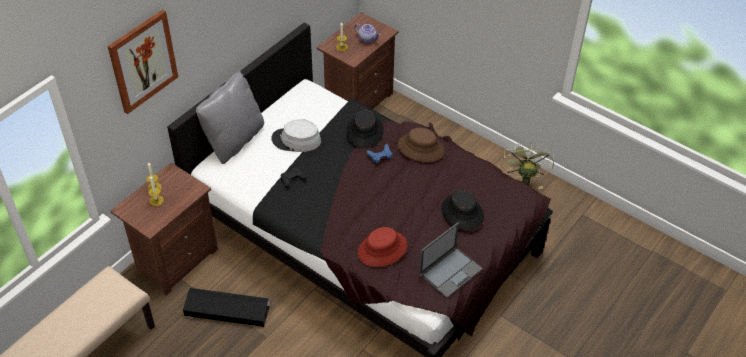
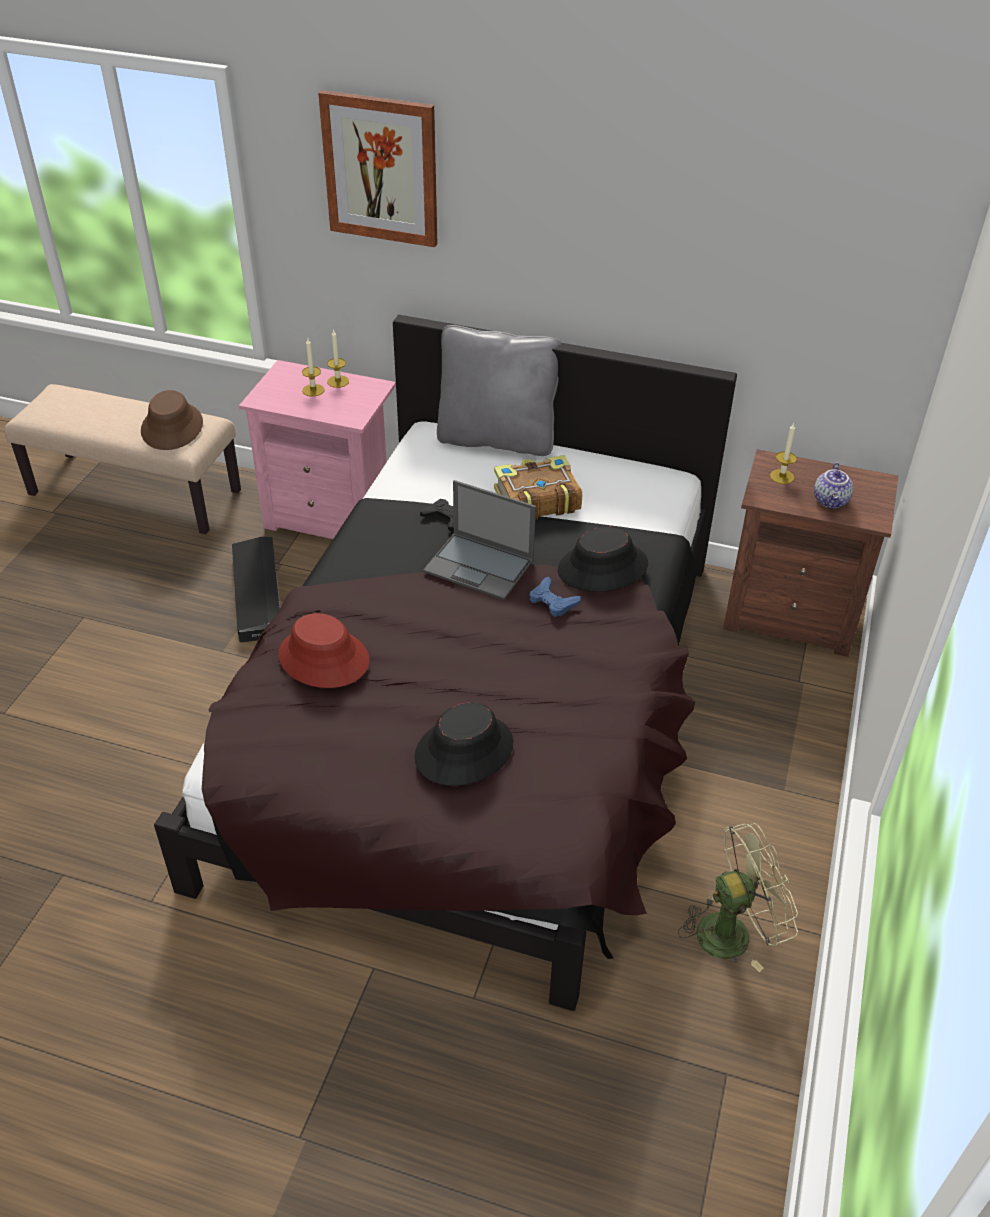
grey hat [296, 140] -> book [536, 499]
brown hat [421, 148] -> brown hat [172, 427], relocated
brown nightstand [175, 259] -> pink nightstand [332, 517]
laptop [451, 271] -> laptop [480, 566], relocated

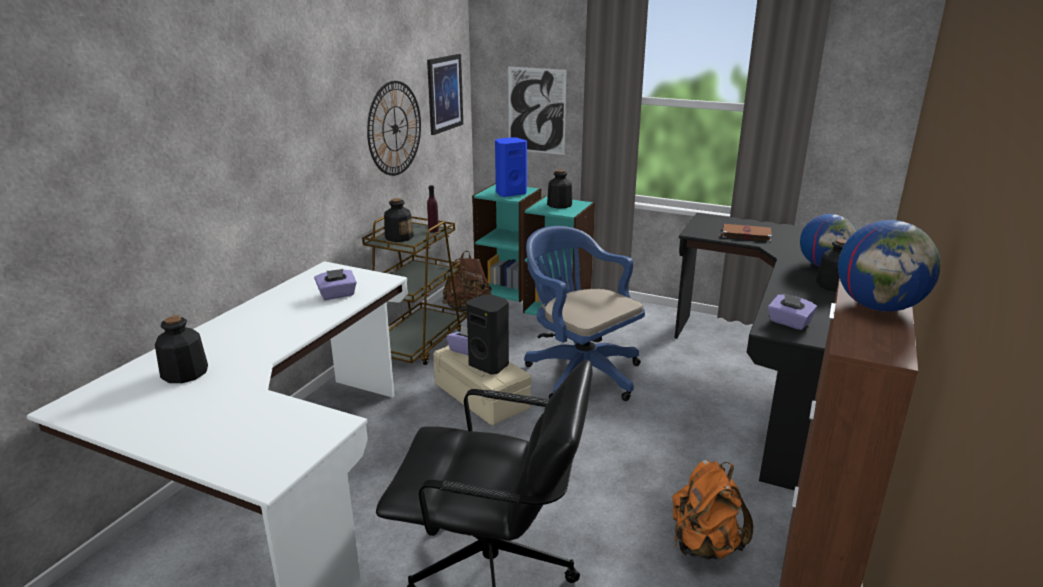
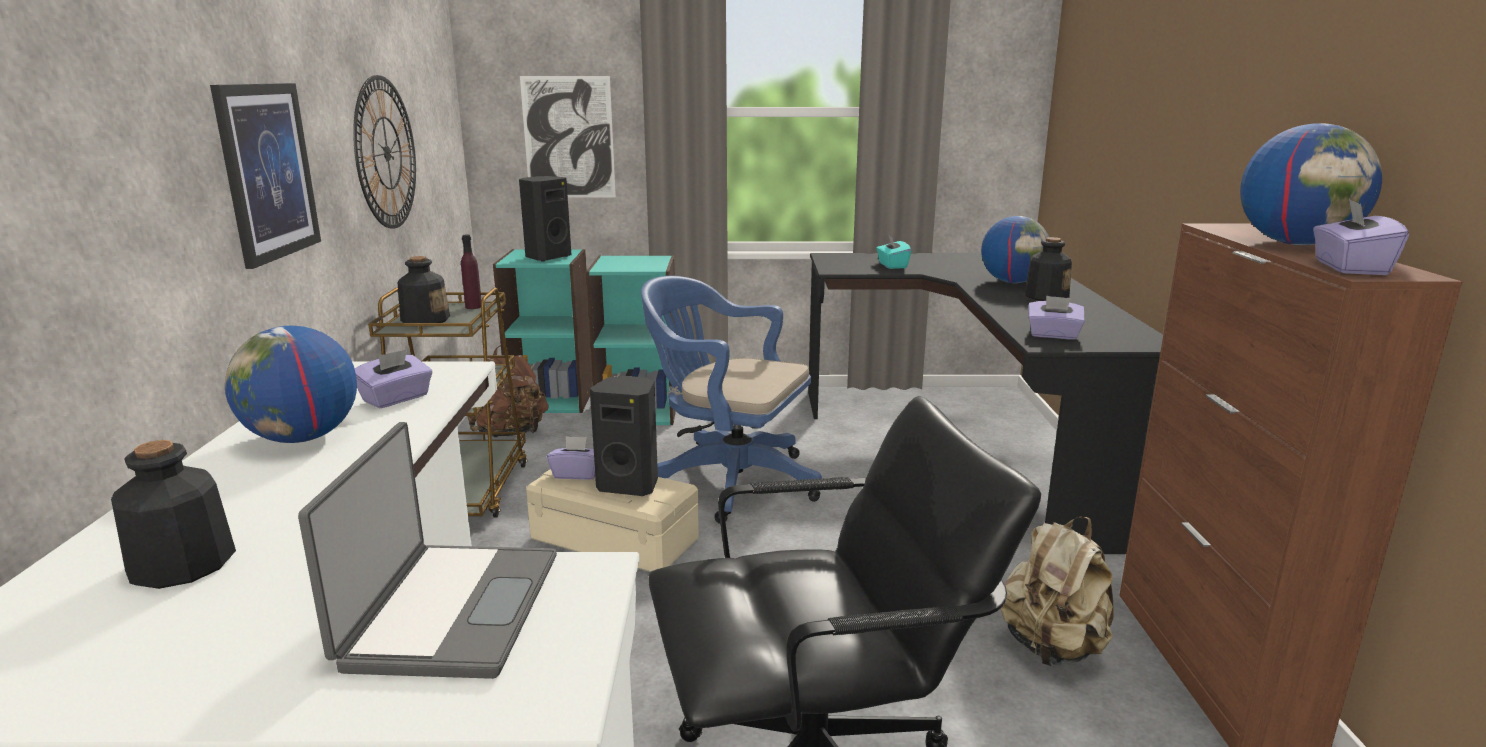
picture [444, 93] -> picture [267, 171], relocated
blue speaker [510, 193] -> black speaker [547, 257]
bottle [559, 205] -> none
brown book [745, 234] -> turquoise tissue box [892, 265]
orange backpack [704, 545] -> beige backpack [1052, 648]
none -> purple tissue box [1349, 268]
none -> globe [302, 438]
none -> laptop [449, 610]

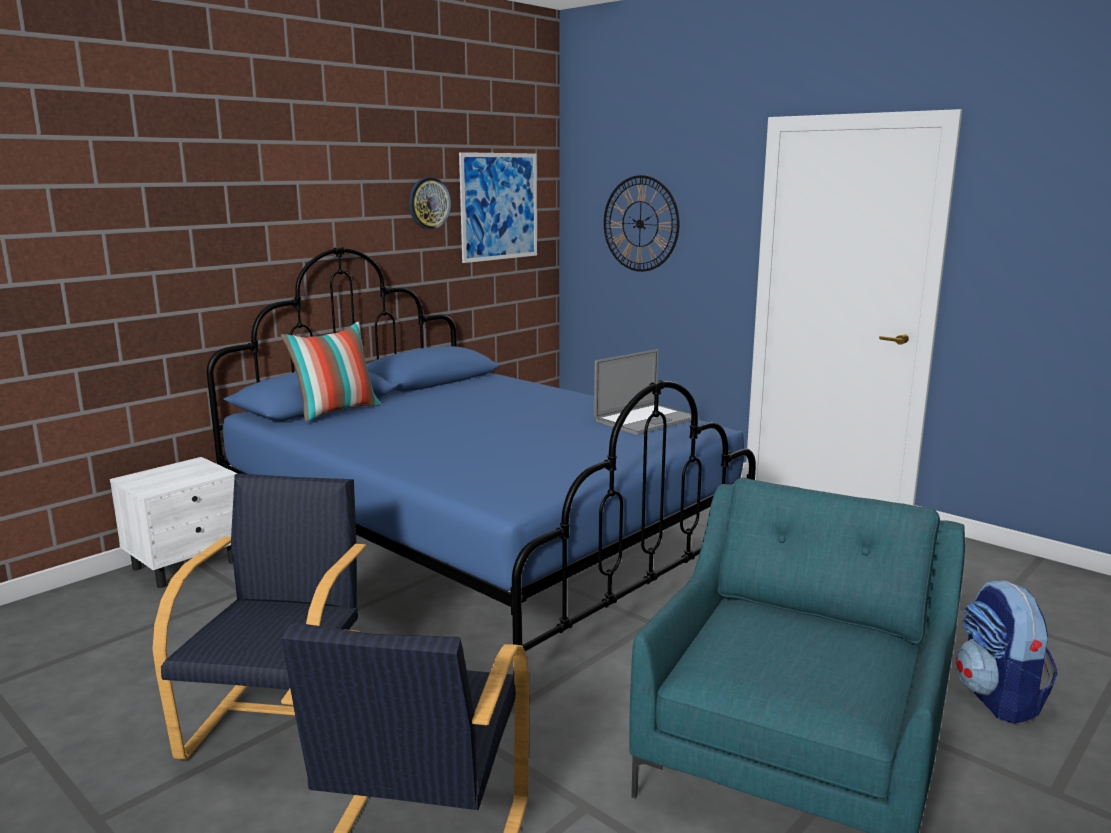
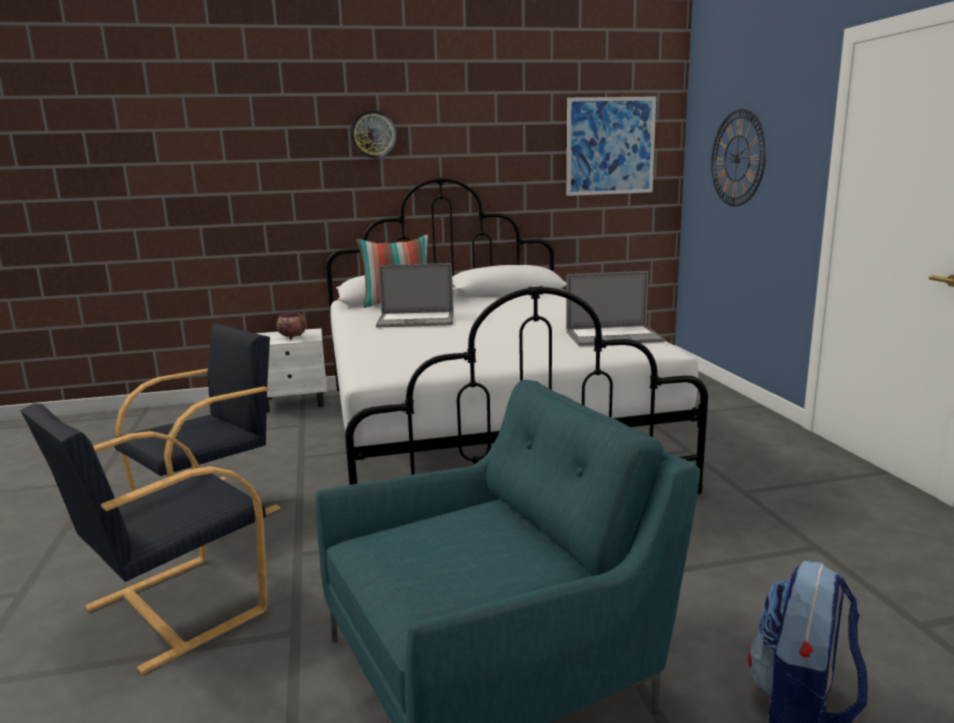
wall clock [429, 203] -> wall clock [373, 134], relocated
blue bed [480, 548] -> white bed [483, 432]
none -> laptop [416, 320]
none -> bowl [293, 337]

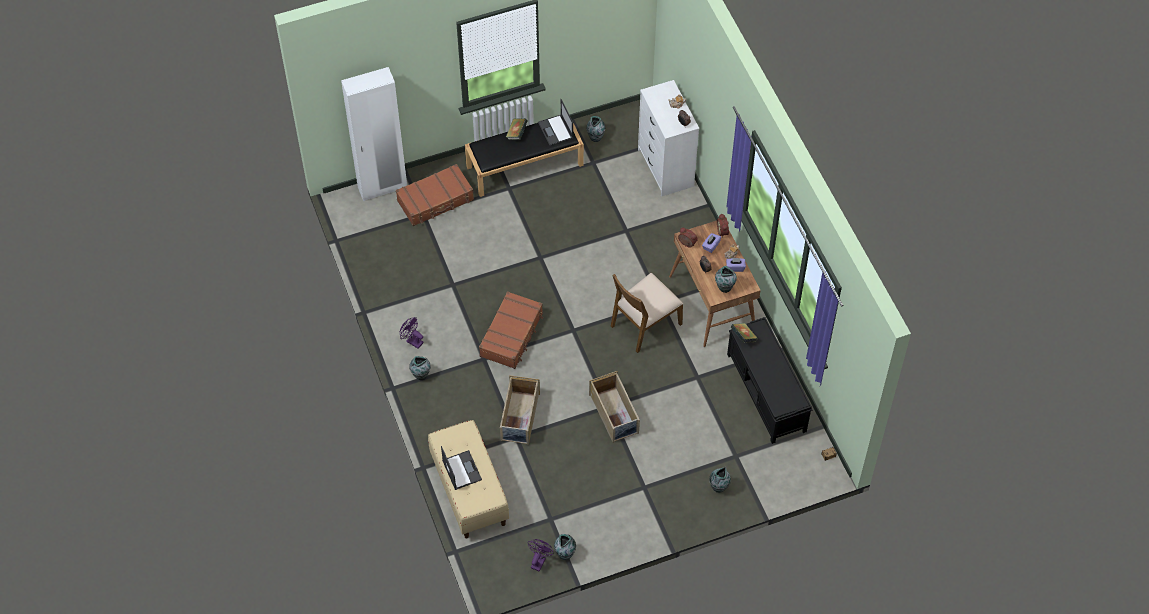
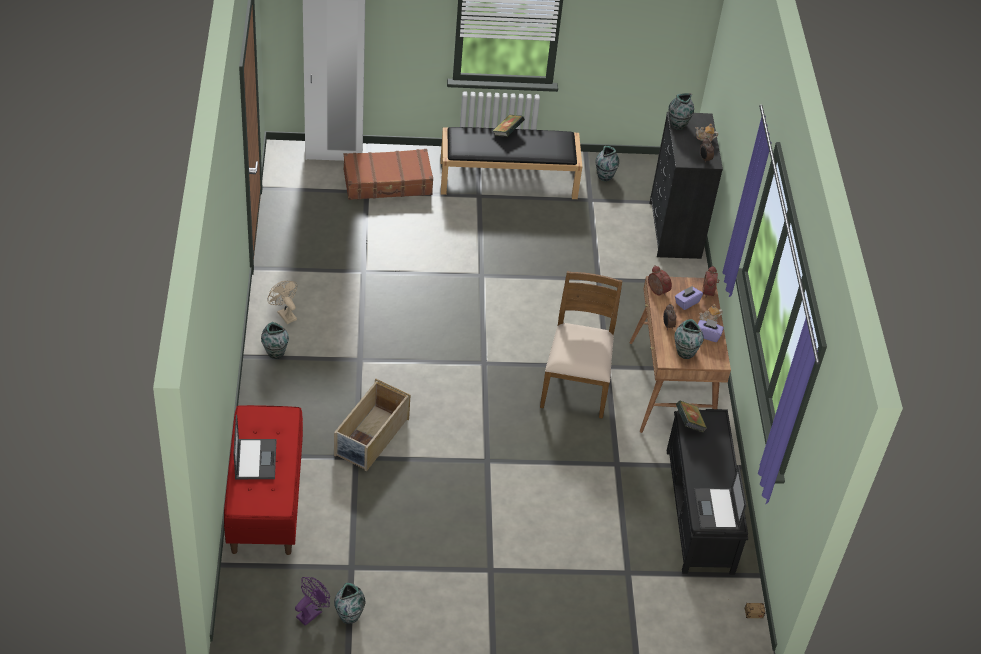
white dresser [665, 168] -> black dresser [674, 230]
laptop [556, 130] -> laptop [716, 510], relocated
brown chair [645, 324] -> brown chair [576, 384], 120 degrees clockwise
brown suitcase [512, 335] -> none
purple fan [412, 341] -> beige fan [284, 314]
beige storage box [614, 414] -> none
beige bench [469, 491] -> red bench [265, 499]
vase [718, 487] -> vase [677, 125], relocated

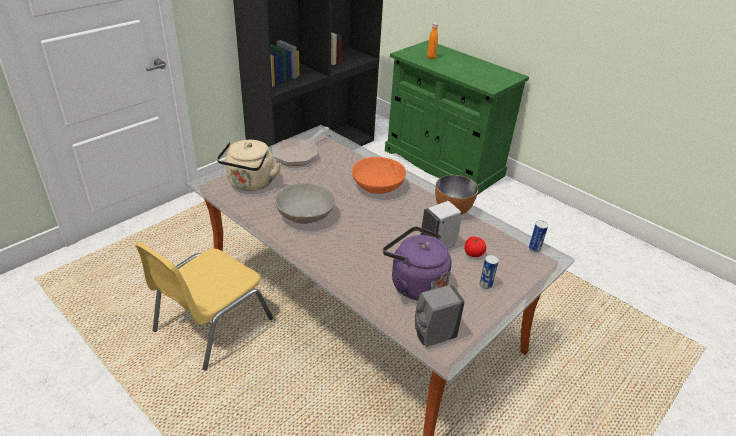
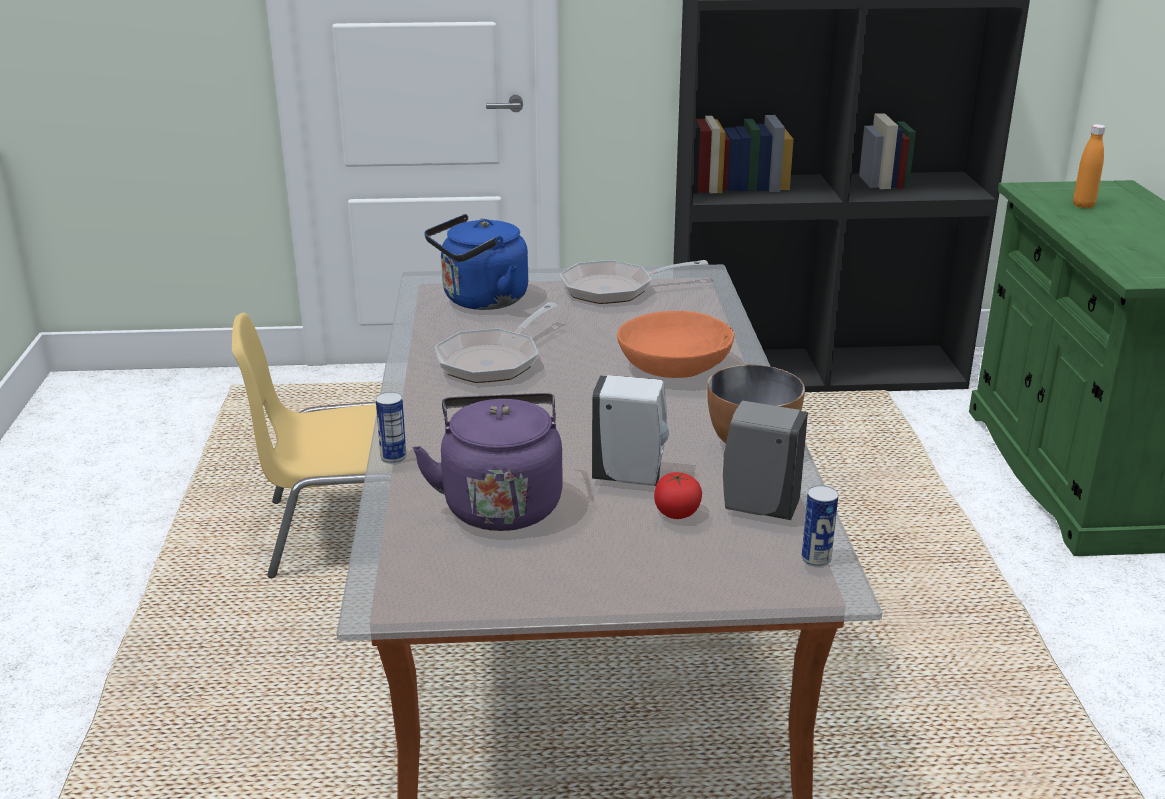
beige kettle [250, 184] -> blue kettle [480, 301]
grey bowl [305, 214] -> frying pan [493, 360]
can [485, 284] -> can [393, 457], relocated
grey soap dispenser [433, 336] -> grey soap dispenser [757, 508], relocated

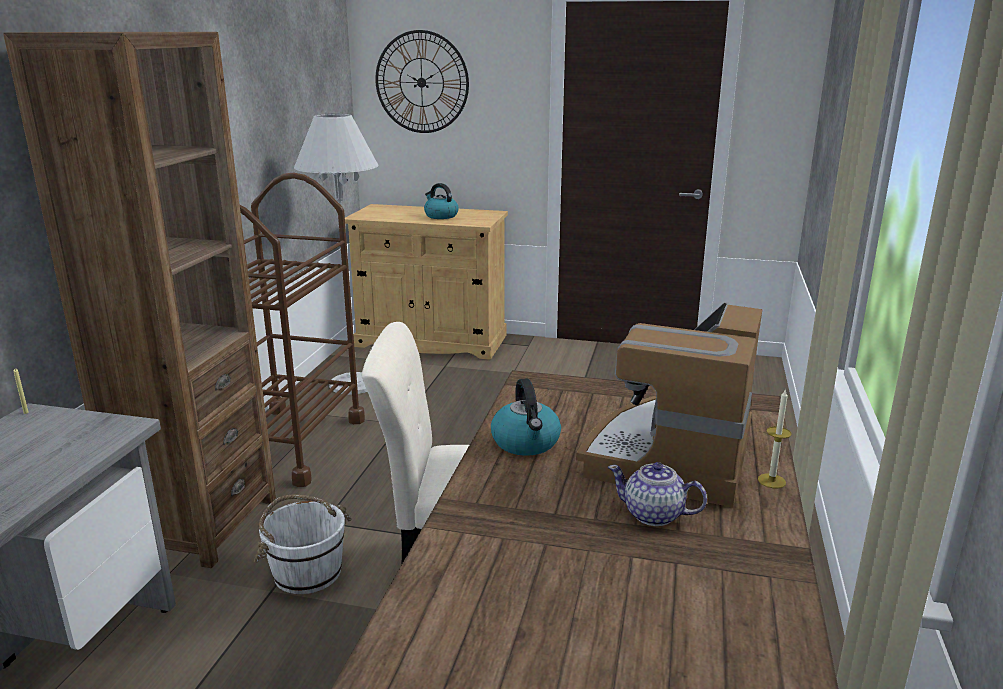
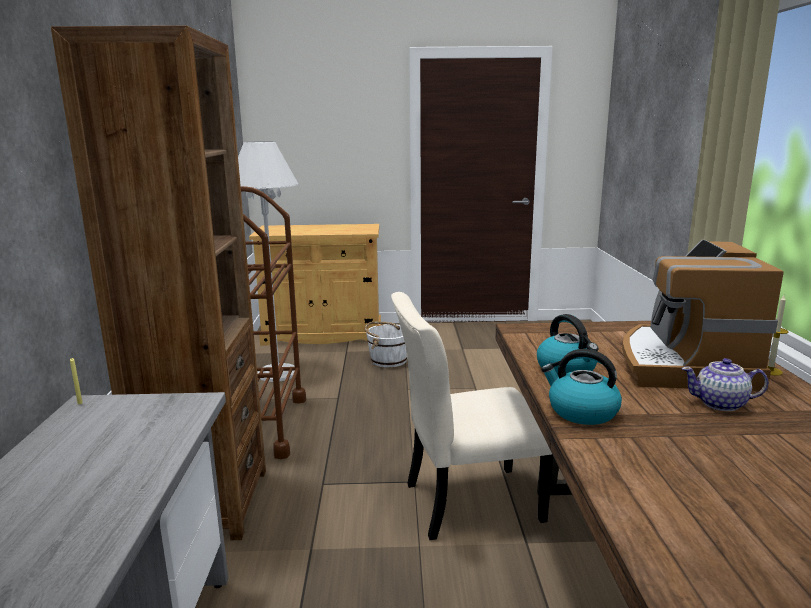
wall clock [421, 82] -> none
kettle [440, 216] -> kettle [581, 411], relocated
white bucket [307, 572] -> white bucket [388, 360], relocated

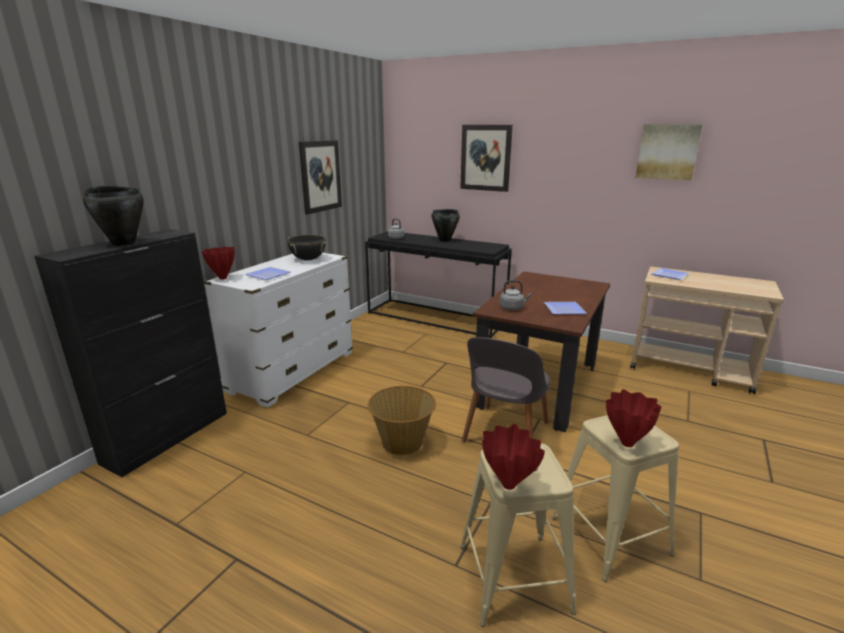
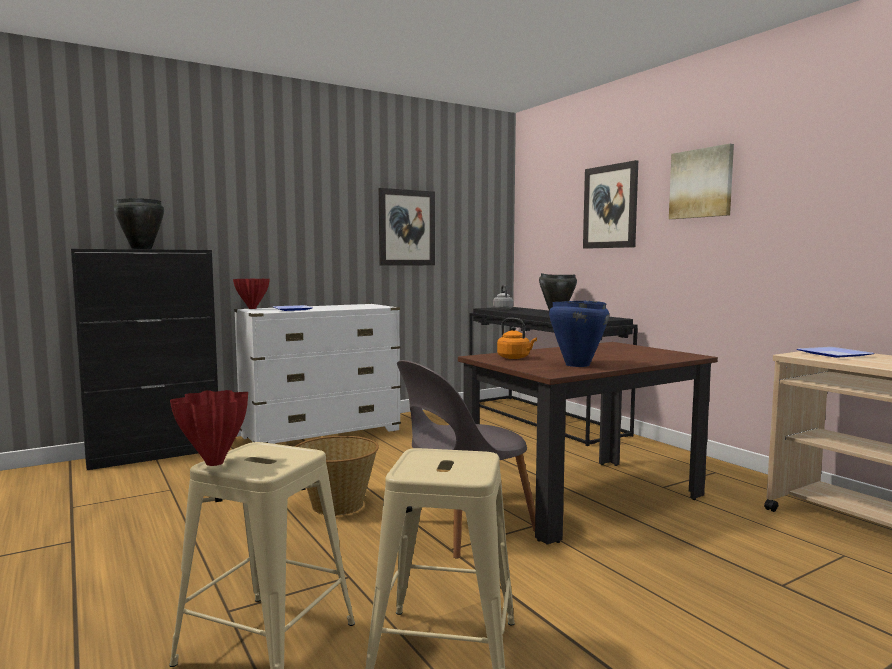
picture [667, 152] -> picture [701, 183], relocated
black cooking pot [308, 259] -> none
grey kettle [512, 308] -> orange kettle [515, 358]
plate [563, 310] -> blue cooking pot [577, 365]
red vase [626, 443] -> none

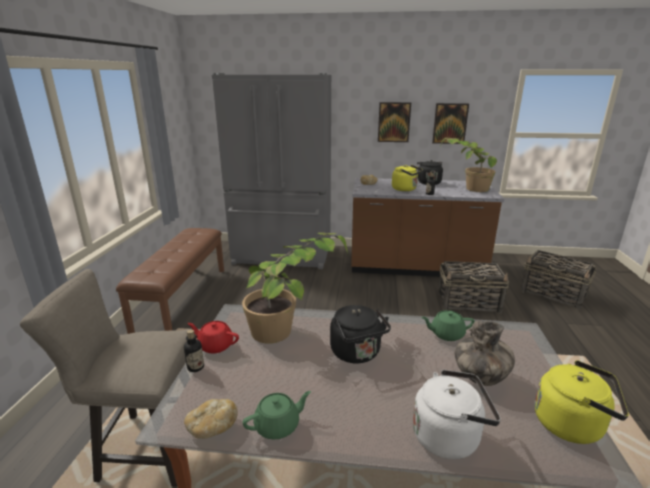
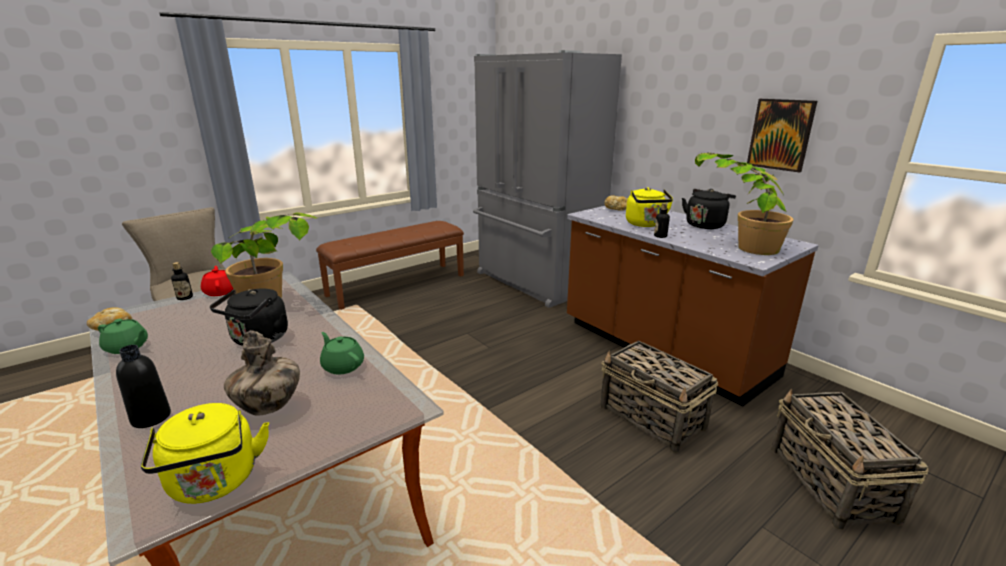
picture [394, 122] -> none
white kettle [449, 436] -> black bottle [151, 418]

